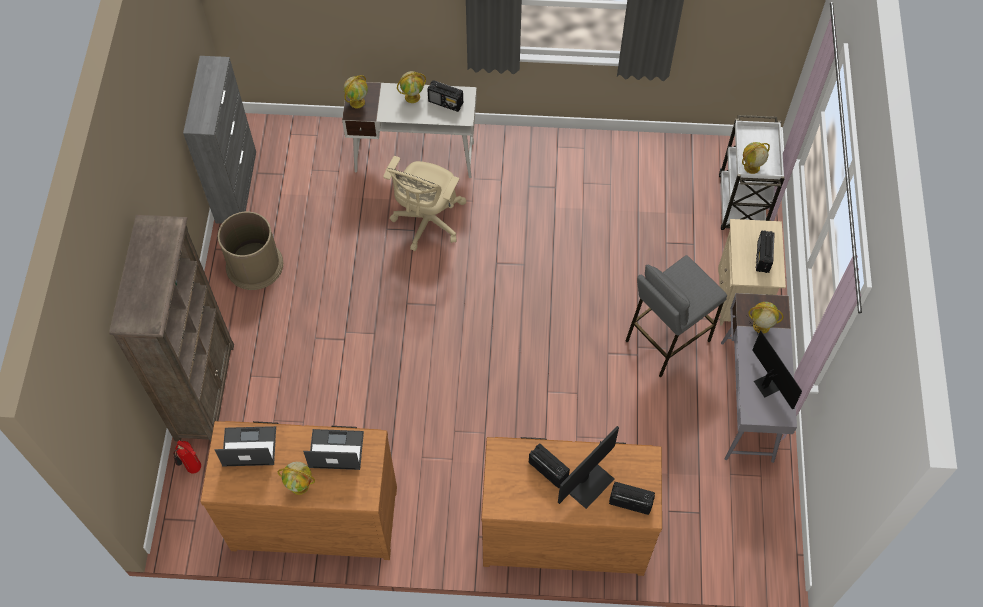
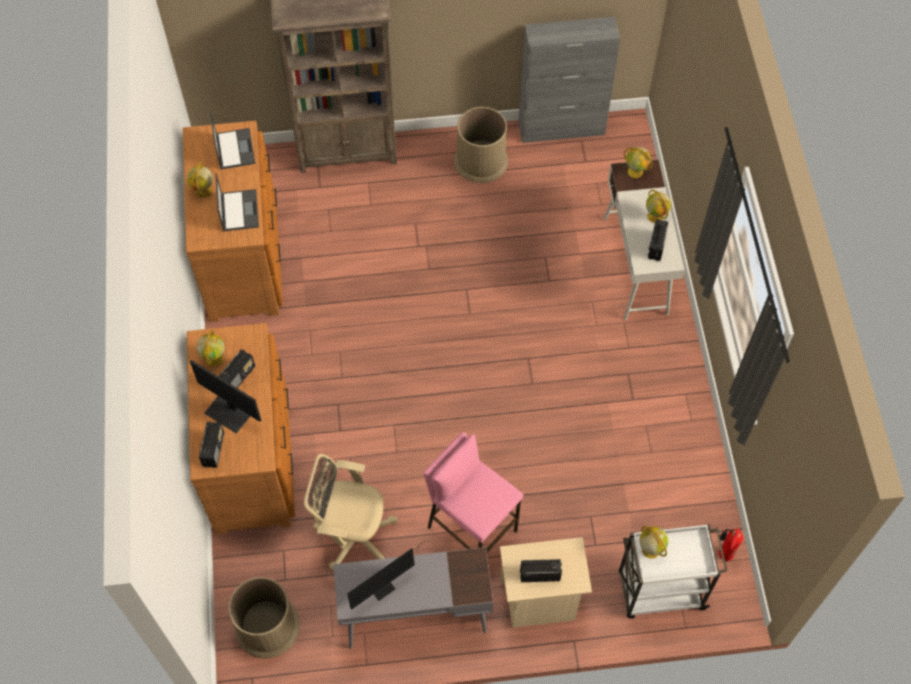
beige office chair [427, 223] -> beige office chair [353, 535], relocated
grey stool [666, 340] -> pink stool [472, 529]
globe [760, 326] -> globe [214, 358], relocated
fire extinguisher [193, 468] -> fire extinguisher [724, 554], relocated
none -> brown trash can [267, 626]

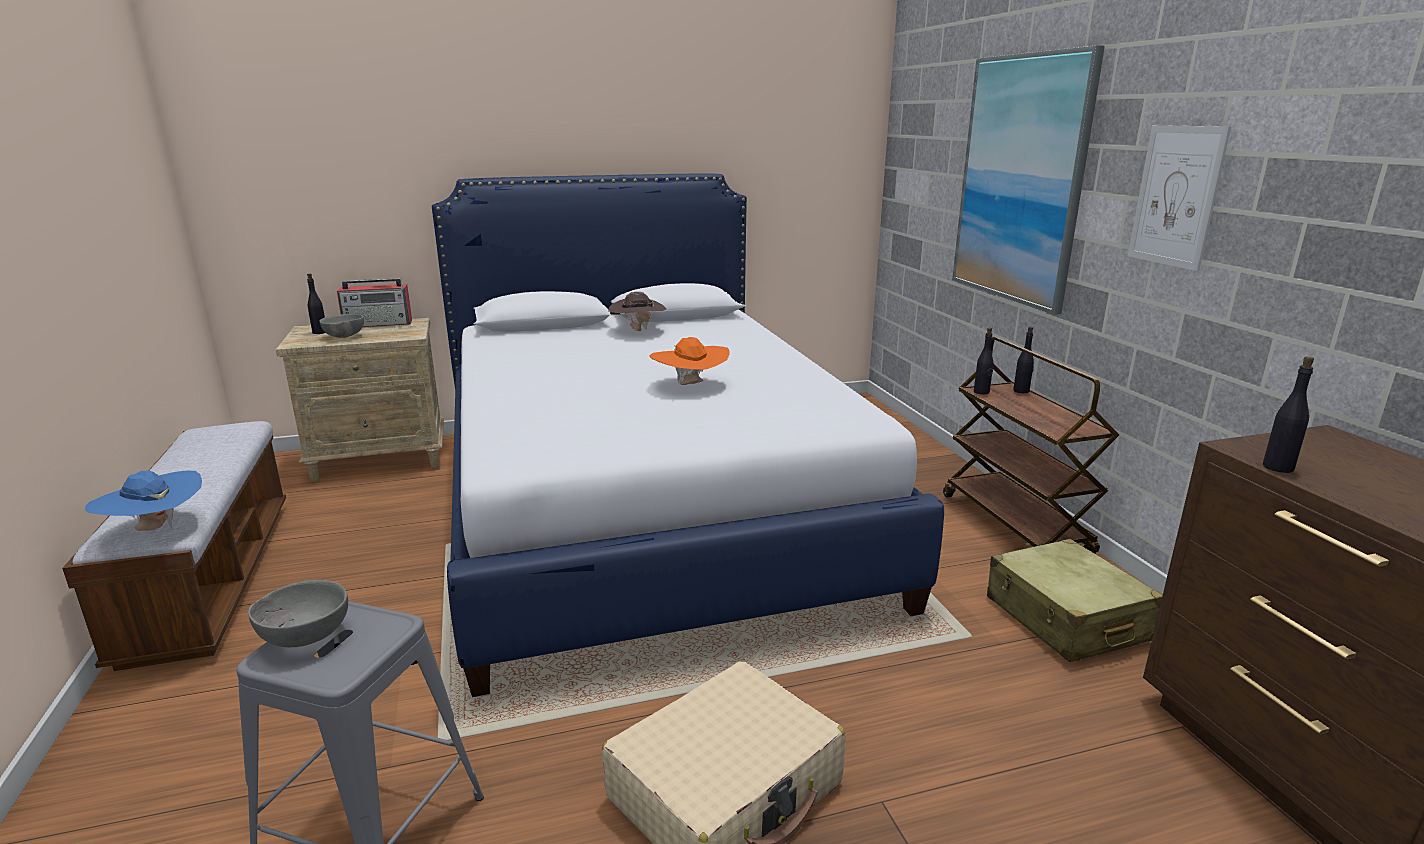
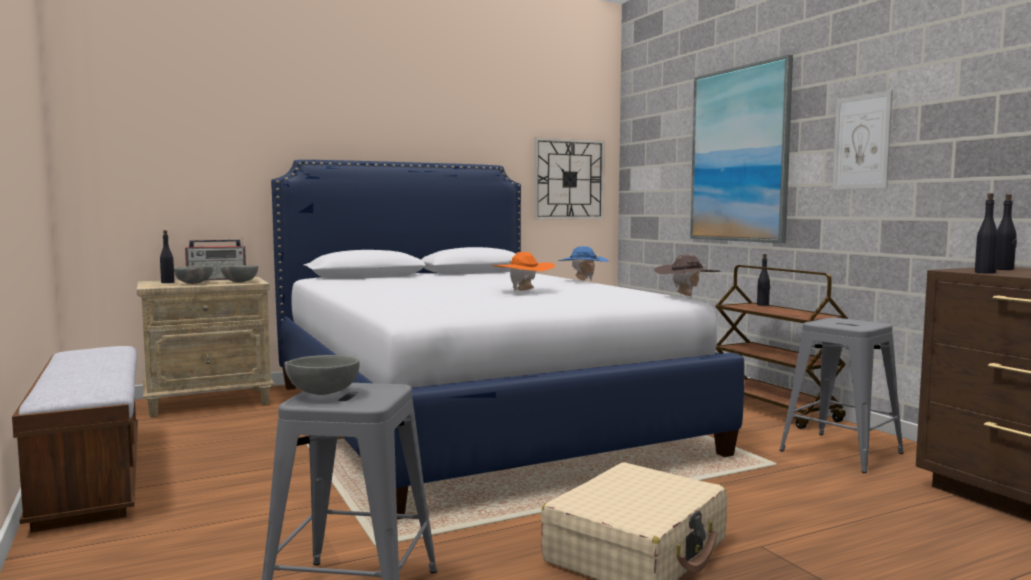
brown hat [638, 331] -> brown hat [686, 297], relocated
black bottle [981, 392] -> black bottle [1003, 269], relocated
blue hat [155, 528] -> blue hat [582, 281], relocated
beige suitcase [1066, 619] -> grey stool [840, 452]
none -> wall clock [569, 179]
none -> grey bowl [239, 282]

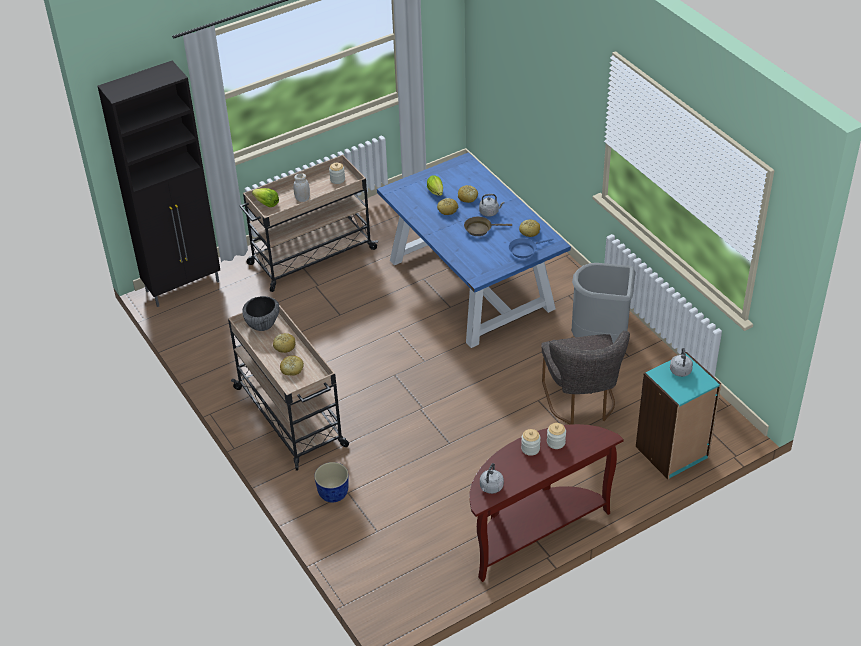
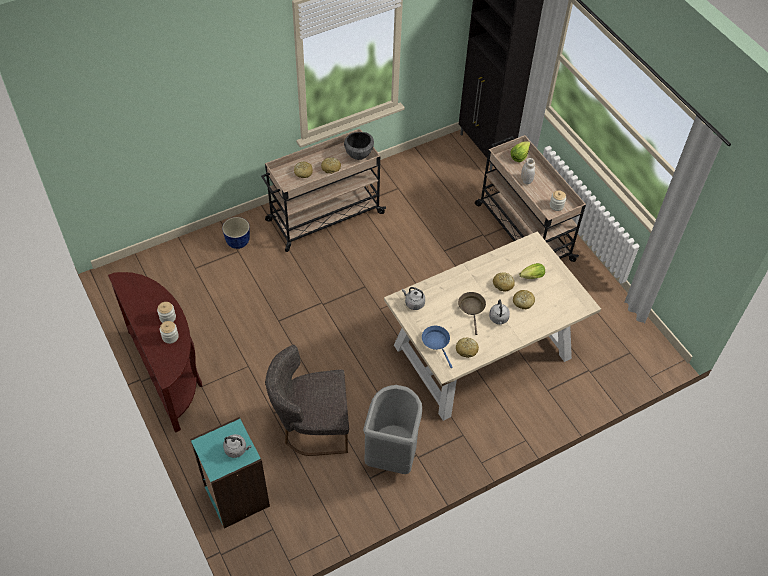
blue dining table [470, 283] -> beige dining table [483, 351]
grey kettle [490, 488] -> grey kettle [413, 303], relocated

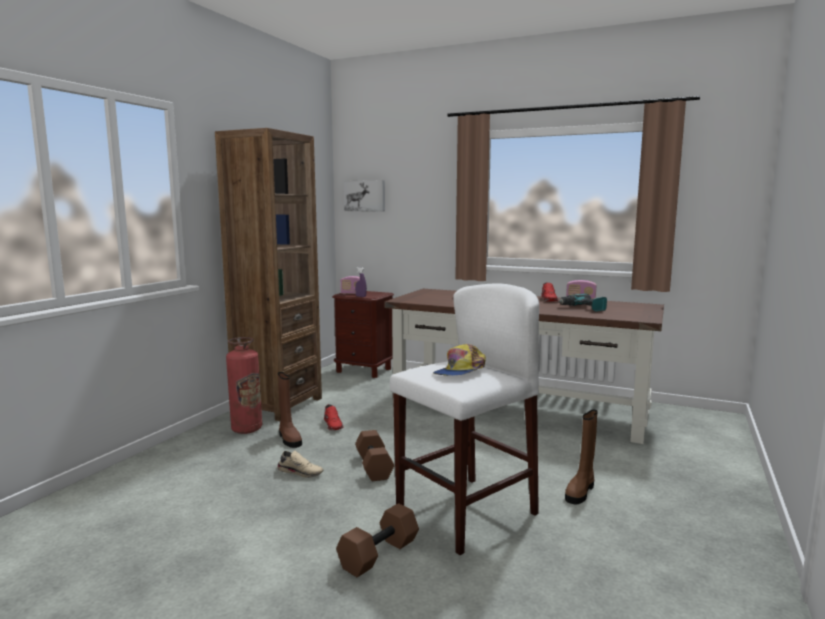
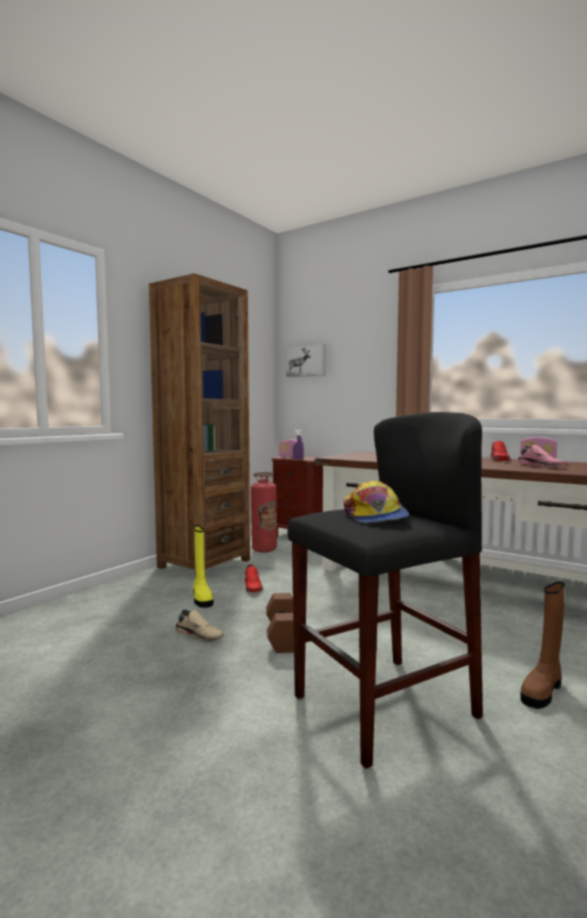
white stool [466, 513] -> black stool [383, 706]
power drill [583, 308] -> pink shoe [541, 466]
fire extinguisher [247, 429] -> fire extinguisher [264, 549], relocated
cap [460, 371] -> cap [375, 516], 60 degrees counterclockwise
brown boot [289, 439] -> yellow boot [201, 598]
brown dumbbell [379, 555] -> none

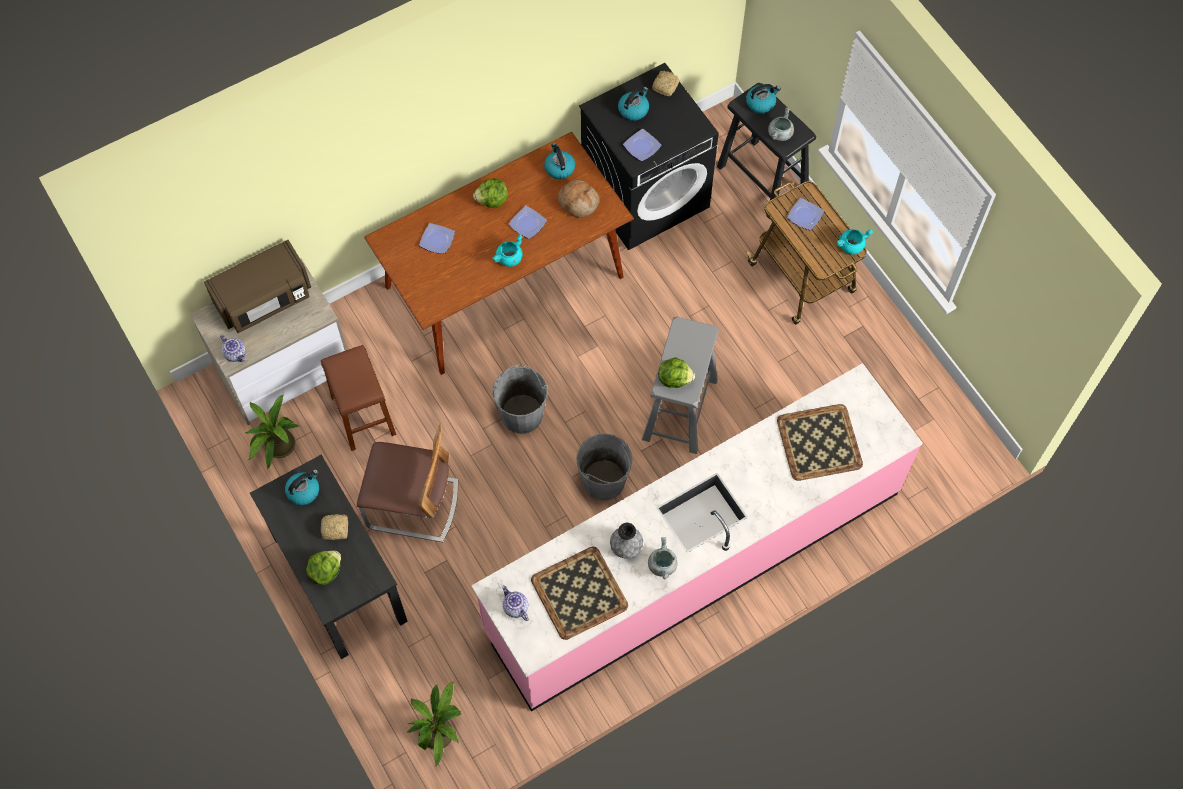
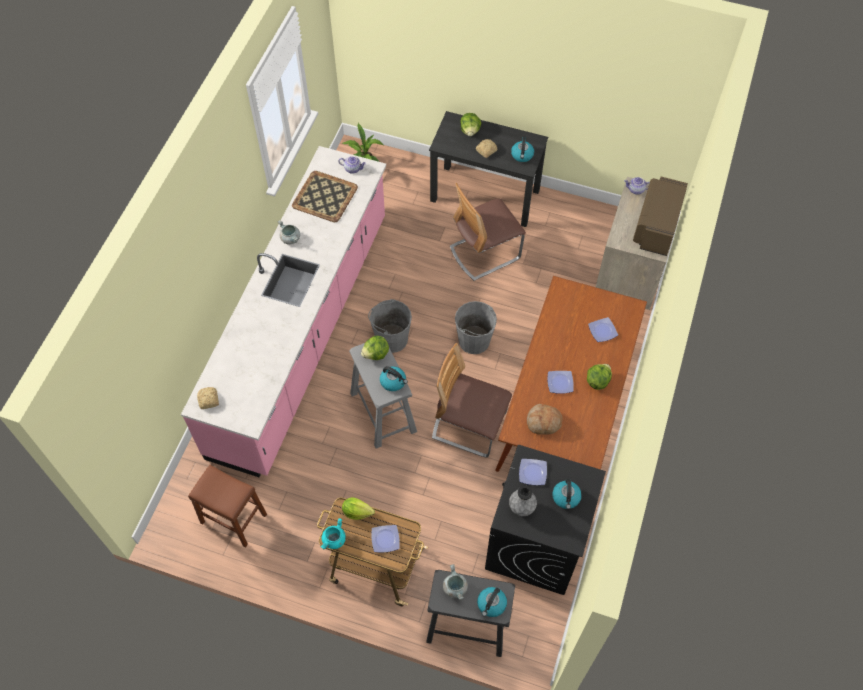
bread [666, 86] -> bread [208, 400], relocated
kettle [559, 168] -> kettle [393, 381], relocated
turquoise cooking pot [509, 258] -> none
brown stool [363, 415] -> brown stool [233, 518], relocated
potted plant [277, 448] -> none
tray [818, 443] -> none
grey vase [626, 548] -> grey vase [521, 507], relocated
none -> chair [469, 426]
none -> lettuce [357, 512]

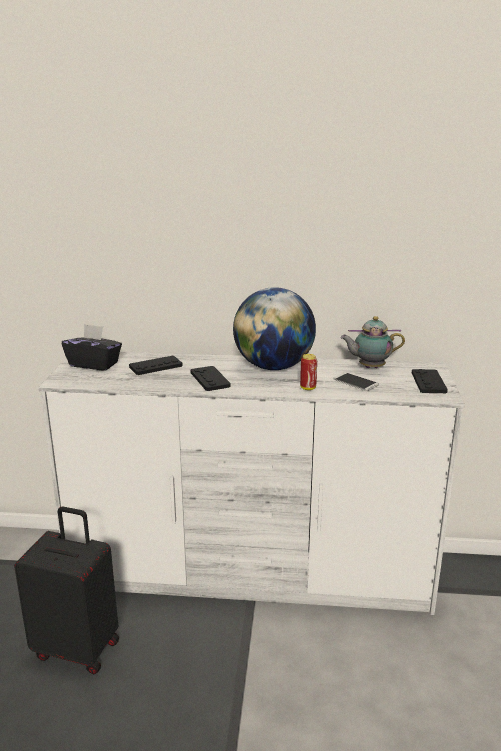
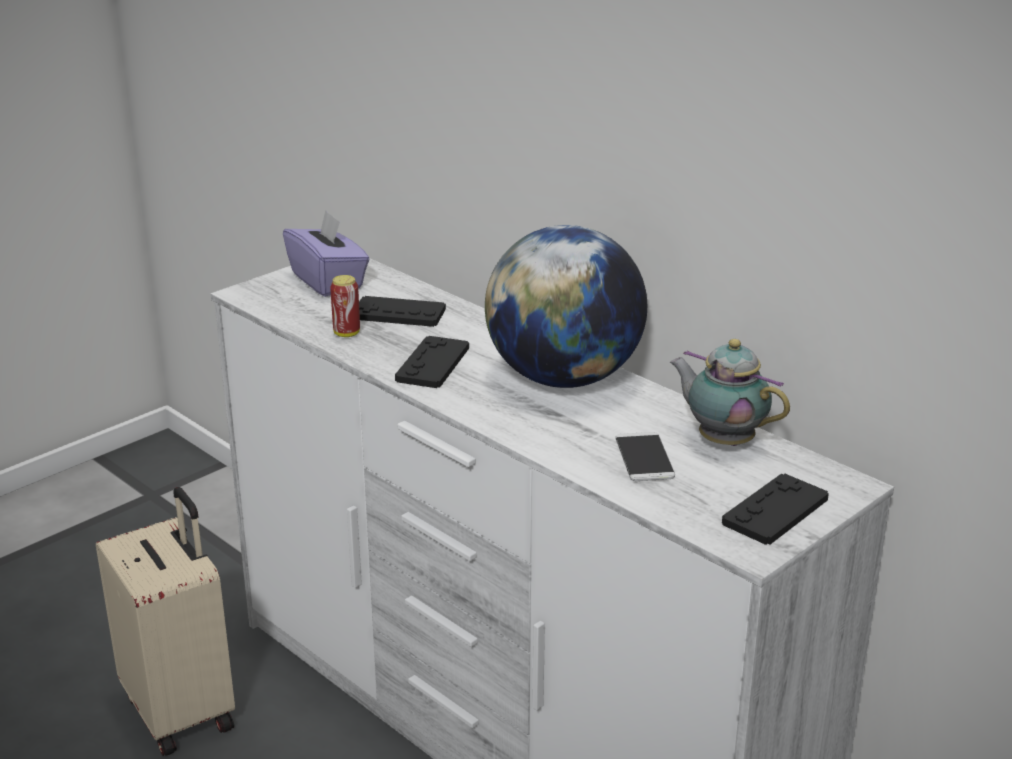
black tissue box [94, 364] -> purple tissue box [328, 281]
can [308, 388] -> can [347, 333], relocated
black suitcase [78, 648] -> beige suitcase [182, 710]

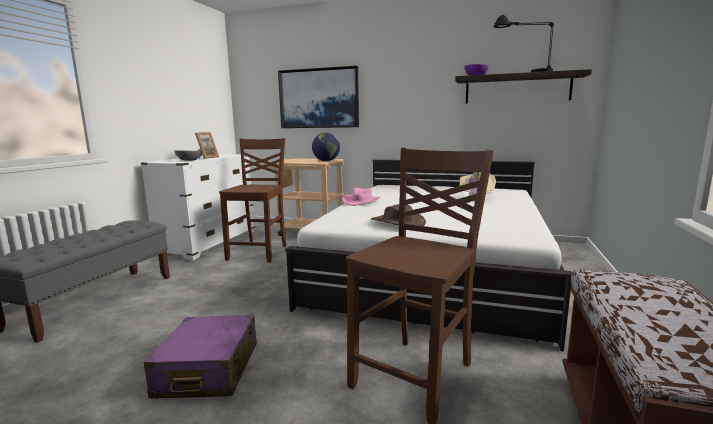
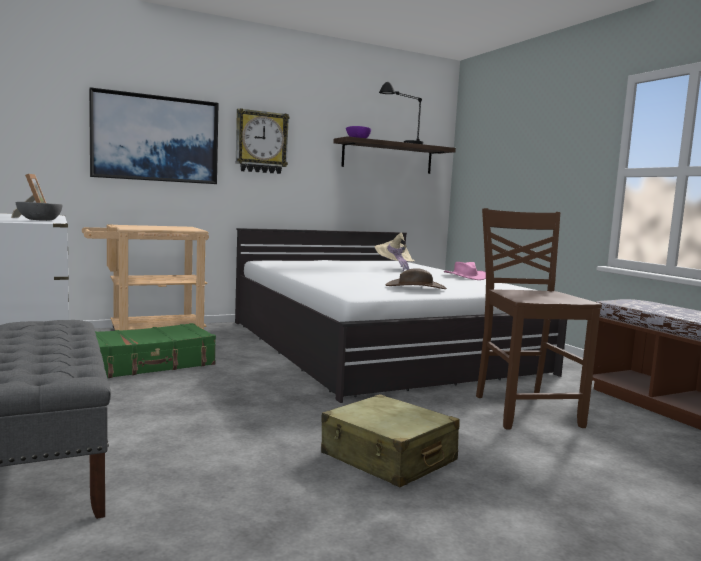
globe [326, 161] -> none
brown chair [259, 252] -> green suitcase [148, 364]
pink hat [361, 201] -> pink hat [465, 276], relocated
purple suitcase [208, 370] -> beige suitcase [388, 458]
none -> wall clock [261, 142]

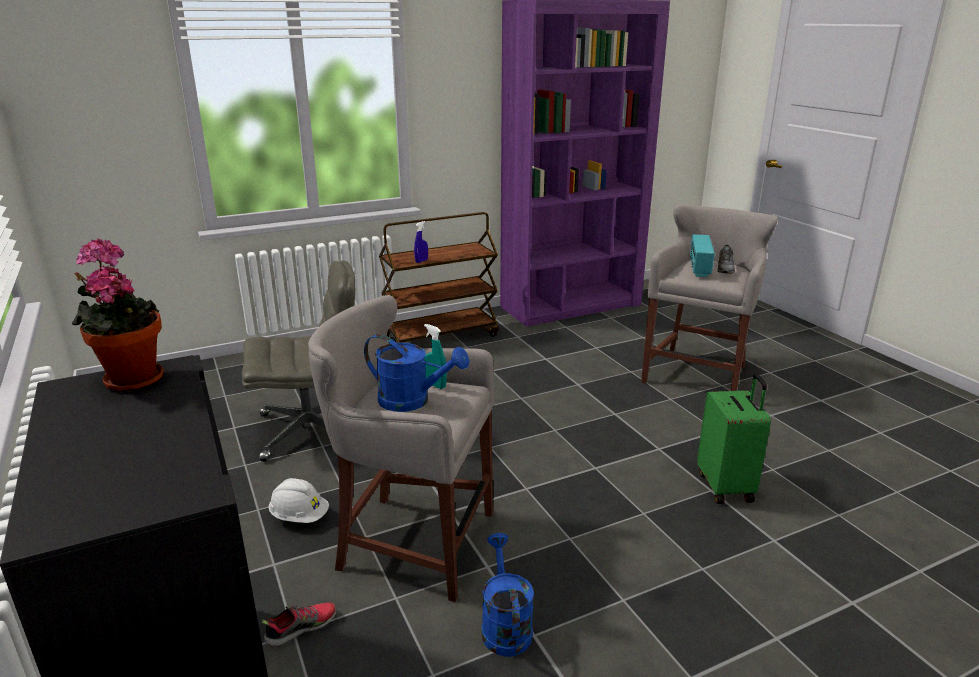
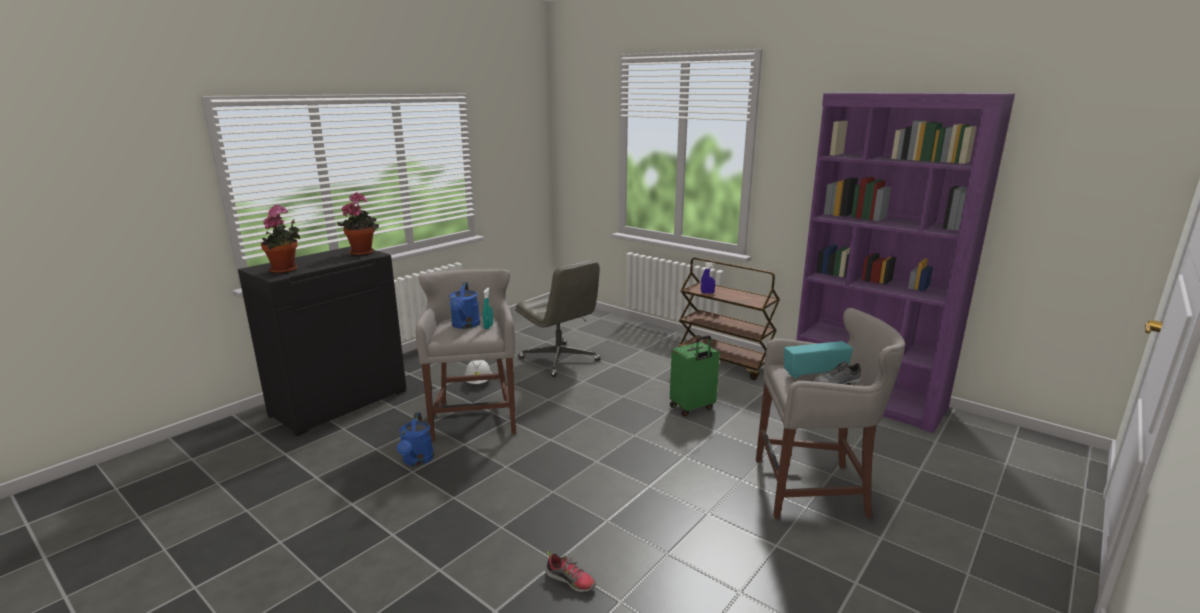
green suitcase [726, 487] -> green suitcase [692, 408], relocated
blue watering can [504, 625] -> blue watering can [417, 460], 120 degrees clockwise
shoe [301, 627] -> shoe [570, 580], relocated
none -> potted plant [286, 270]

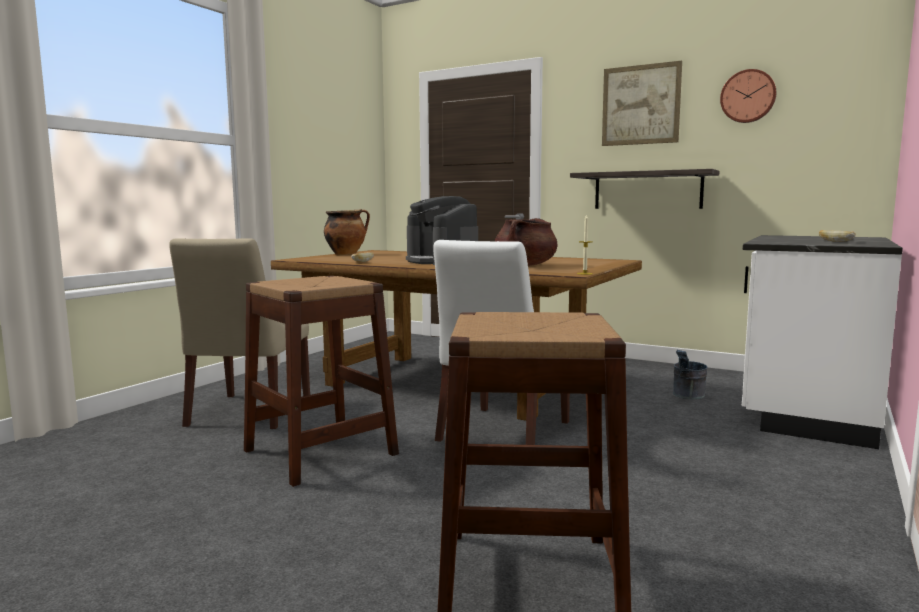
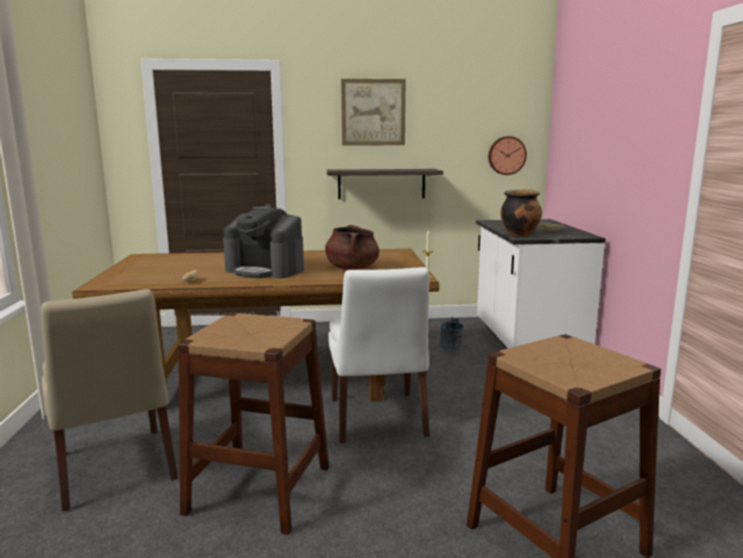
wall clock [748, 96] -> wall clock [506, 155], relocated
cooking pot [346, 254] -> cooking pot [519, 234], relocated

